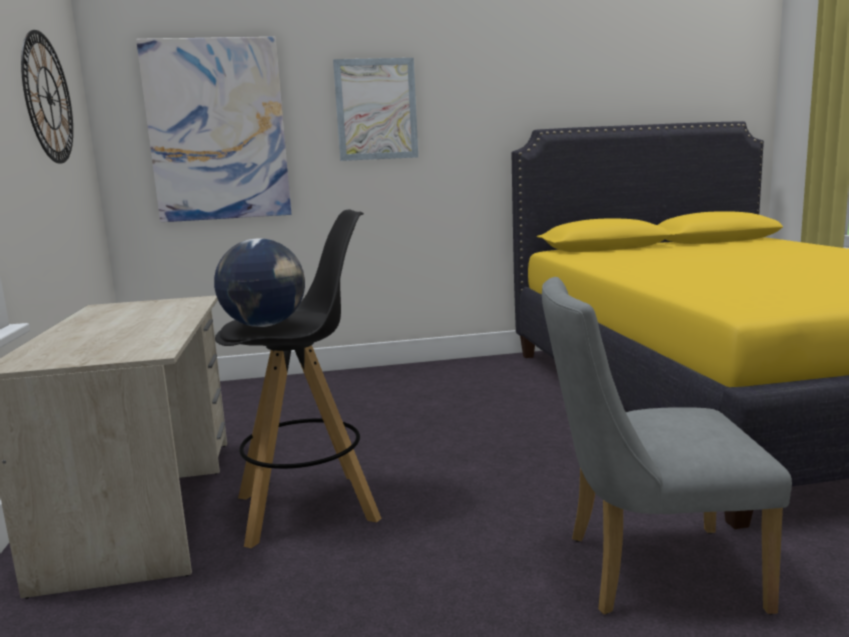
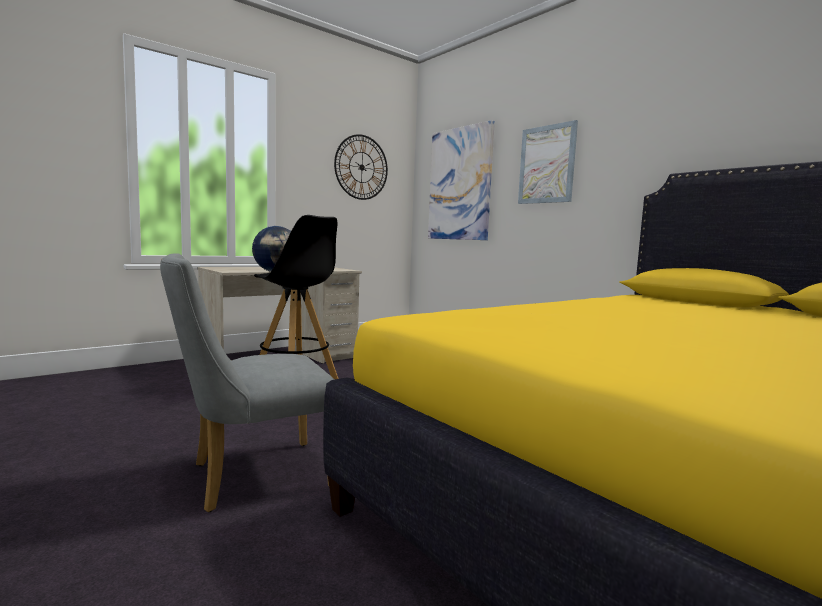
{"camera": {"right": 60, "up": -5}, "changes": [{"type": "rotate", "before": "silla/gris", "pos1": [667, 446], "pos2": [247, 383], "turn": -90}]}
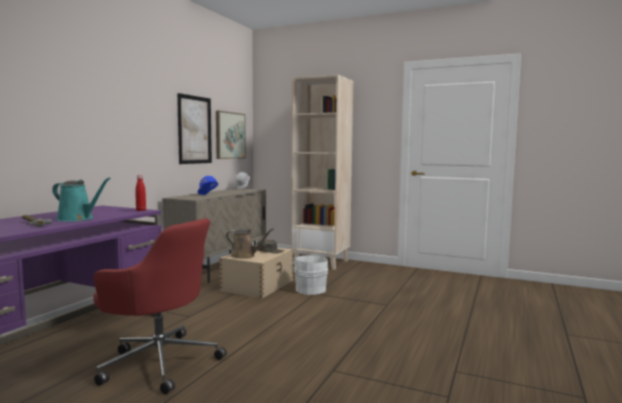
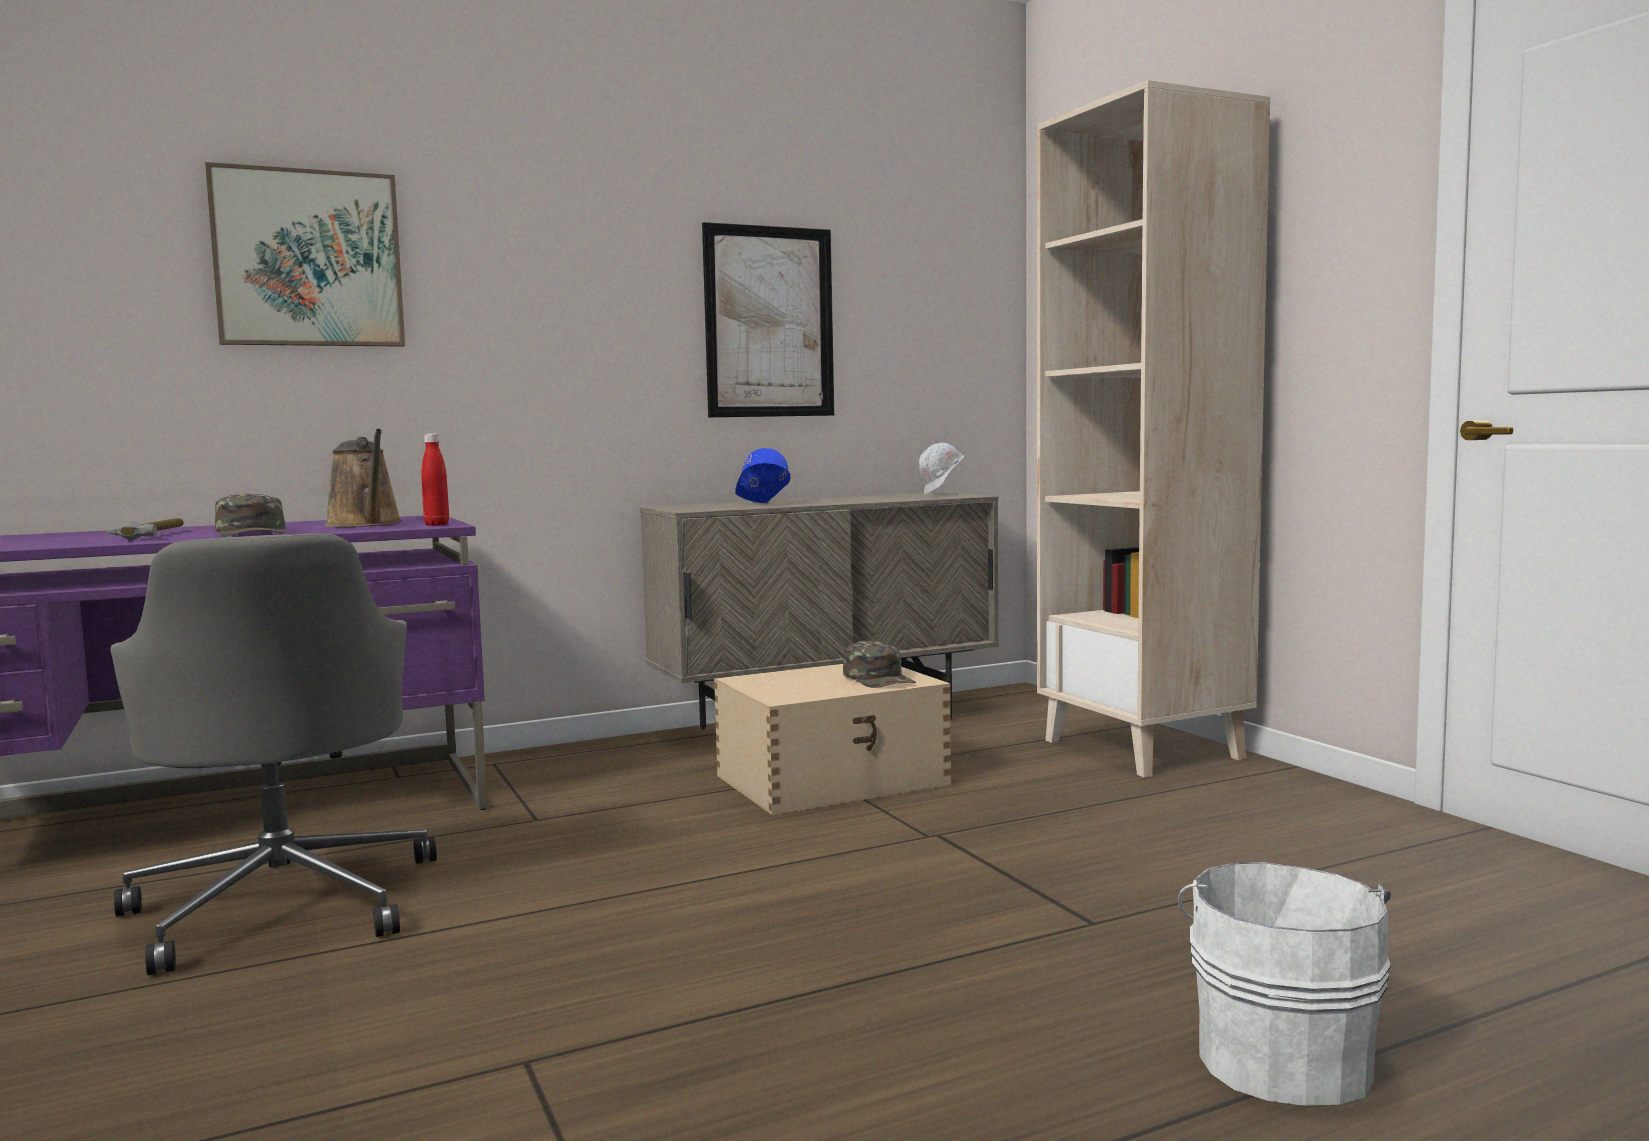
{"camera": {"right": 40, "up": 0}, "changes": [{"type": "replace", "before": "regadera/turquesa", "after": "gorra/verde", "pos1": [81, 199], "pos2": [251, 515]}, {"type": "recolor", "before": "silla de oficina/rojo", "after": "silla de oficina/gris", "pos1": [160, 306], "pos2": [274, 754]}, {"type": "move", "before": "cuadro", "pos1": [231, 135], "pos2": [305, 254]}, {"type": "move", "before": "regadera/marrón", "pos1": [250, 243], "pos2": [363, 477]}, {"type": "move", "before": "cubo/blanco", "pos1": [309, 275], "pos2": [1284, 984]}]}
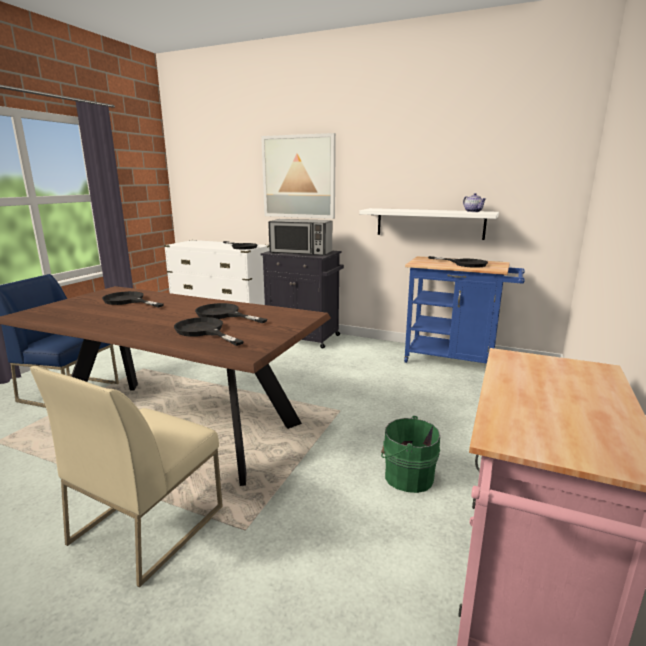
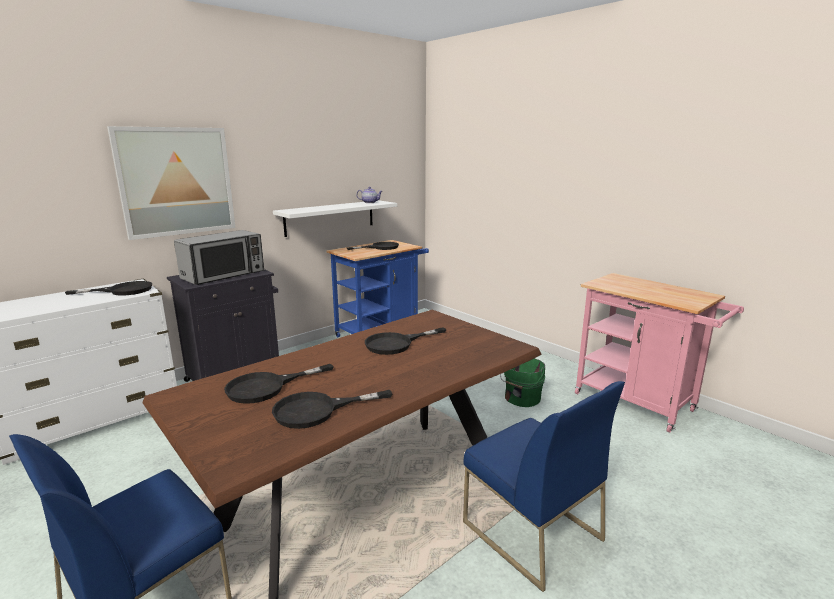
{"camera": {"right": -65, "up": 0}, "changes": [{"type": "recolor", "before": "silla/beis", "after": "silla/azul", "pos1": [126, 476], "pos2": [544, 486]}, {"type": "move", "before": "sartén/negro", "pos1": [209, 331], "pos2": [332, 409]}]}
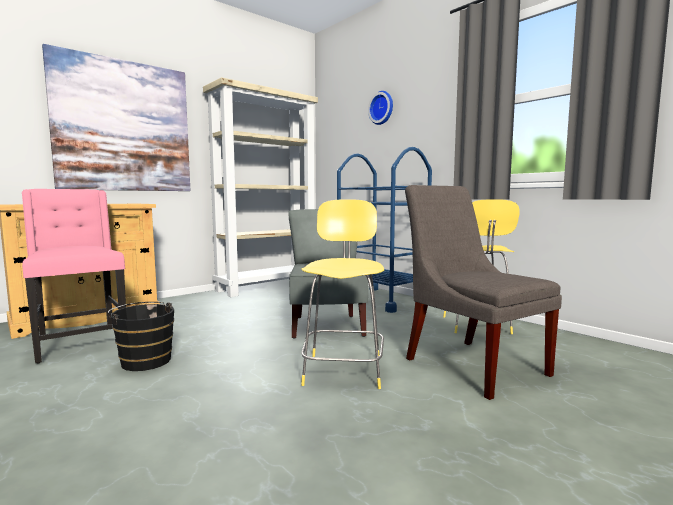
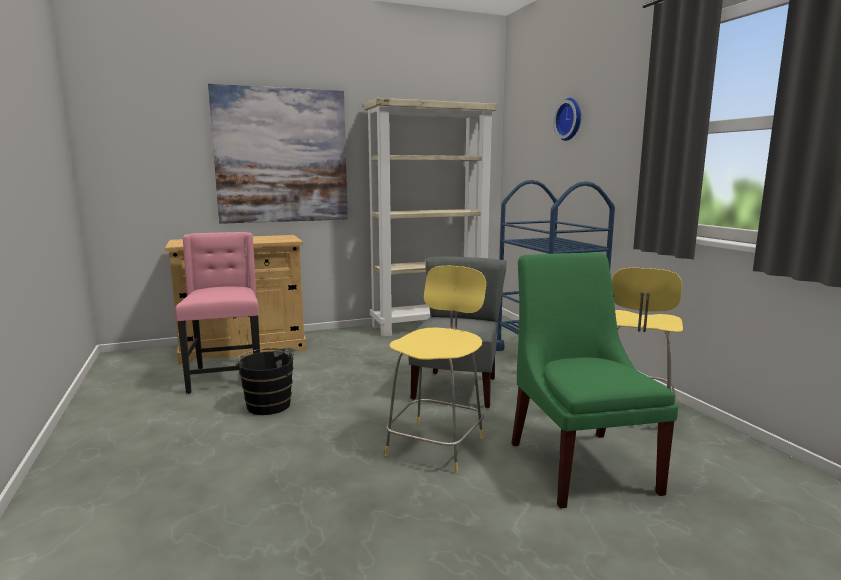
{"camera": {"right": 20, "up": 5}, "changes": [{"type": "recolor", "before": "silla/gris", "after": "silla/verde", "pos1": [483, 292], "pos2": [594, 381]}]}
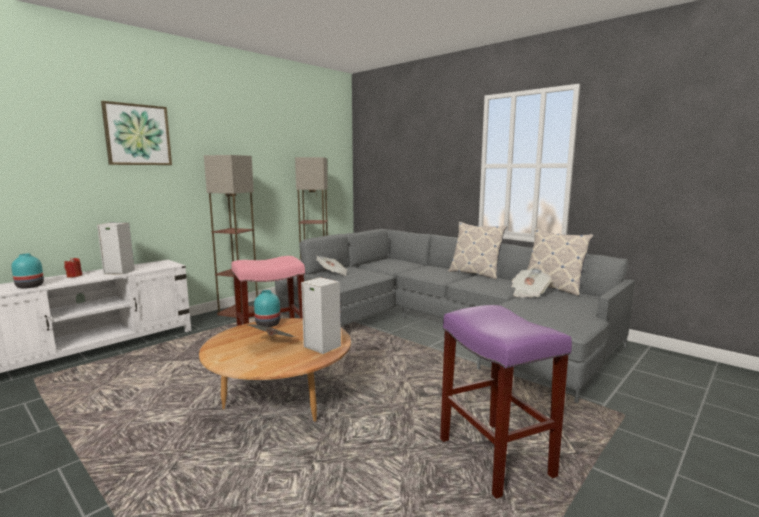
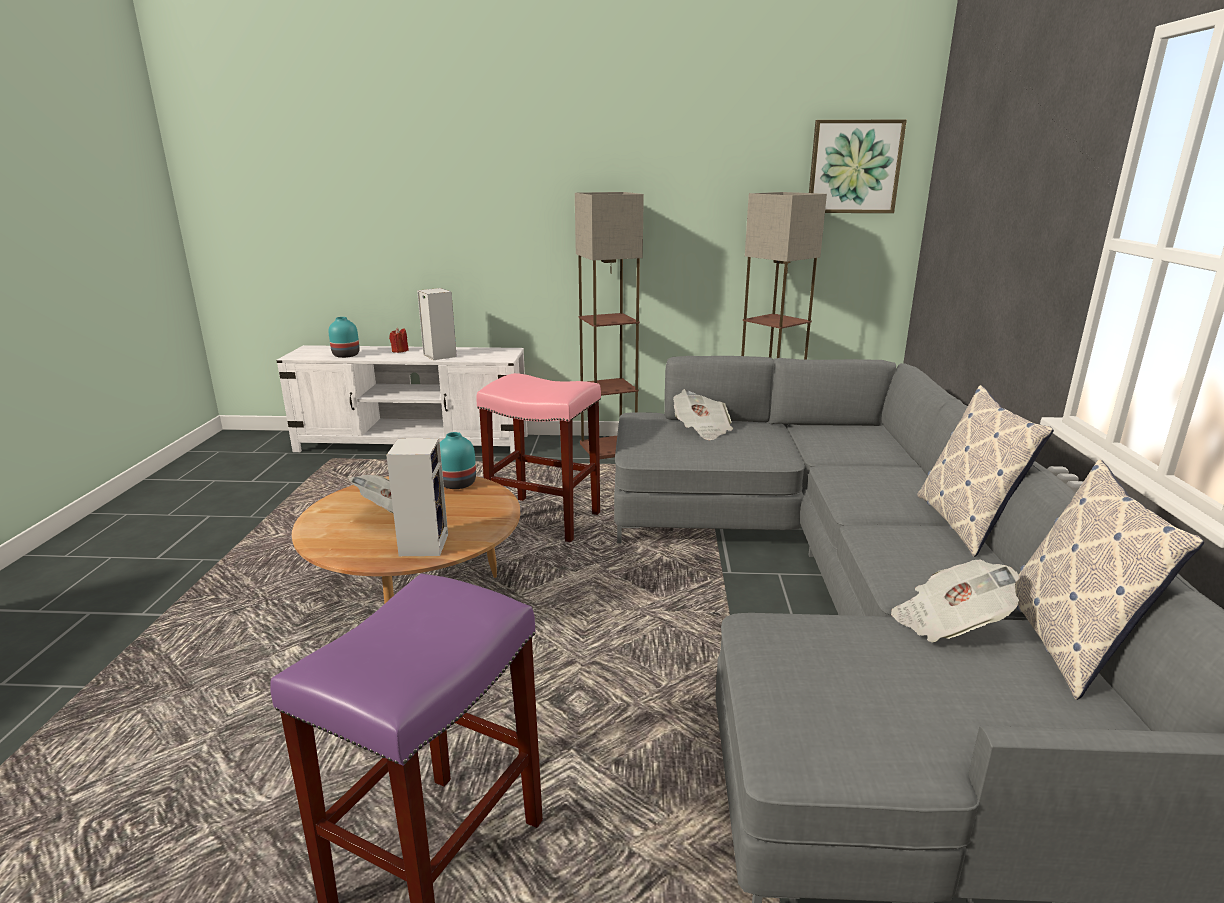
{"camera": {"right": 50, "up": 10}, "changes": [{"type": "move", "before": "cuadro", "pos1": [136, 133], "pos2": [858, 166]}]}
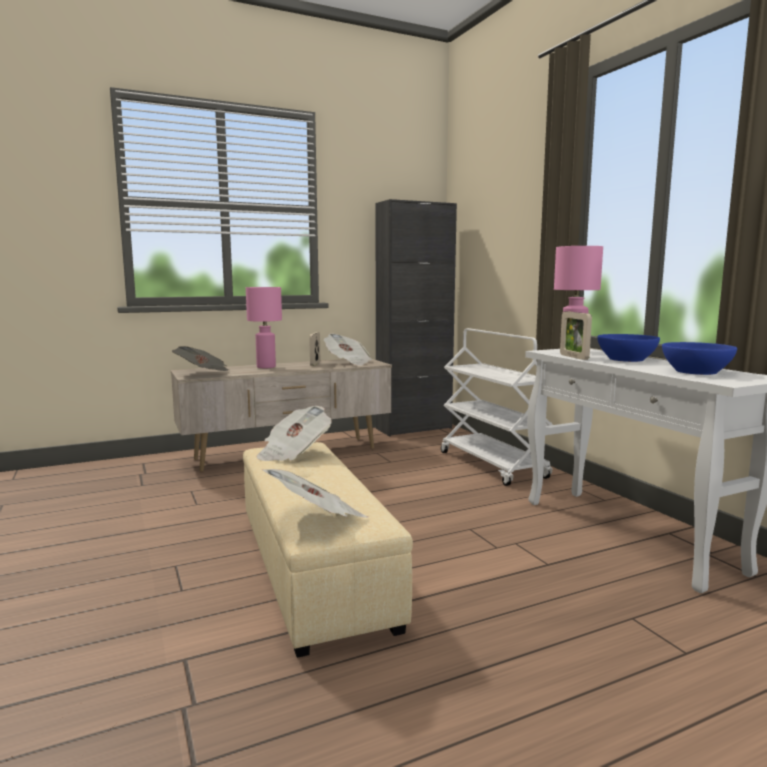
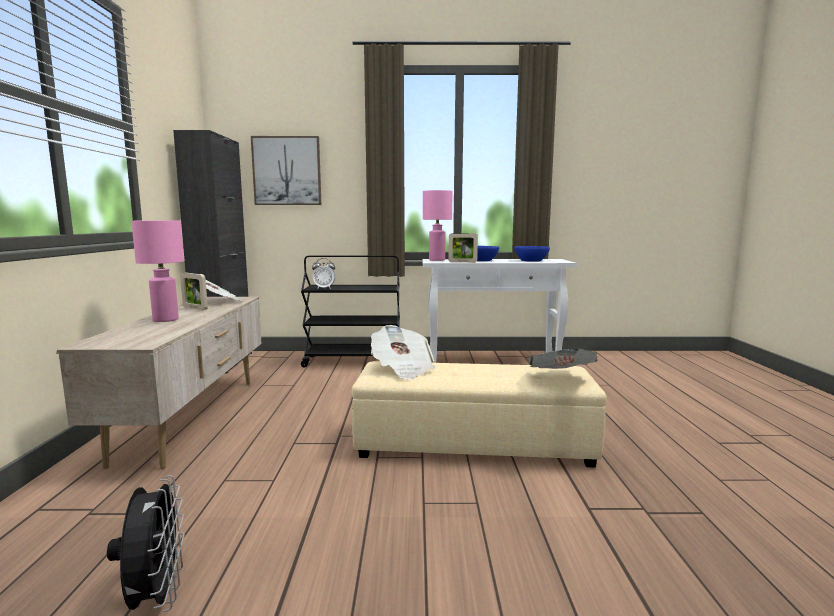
{"camera": {"right": -65, "up": 0}, "changes": [{"type": "delete", "before": "periódico", "pos1": [200, 358]}, {"type": "recolor", "before": "carrito/blanco", "after": "carrito/negro", "pos1": [497, 407], "pos2": [350, 311]}, {"type": "insert", "after": "ventilador/negro", "pos2": [146, 543]}, {"type": "insert", "after": "cuadro", "pos2": [286, 170]}, {"type": "insert", "after": "despertador", "pos2": [323, 273]}]}
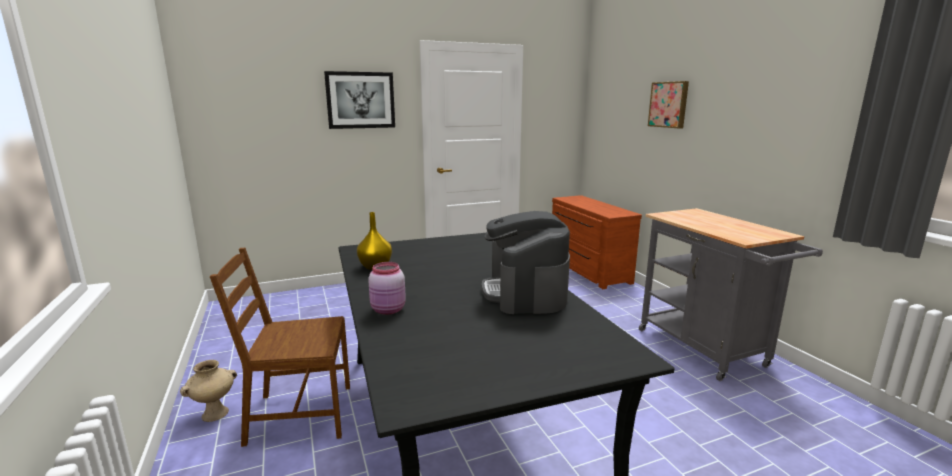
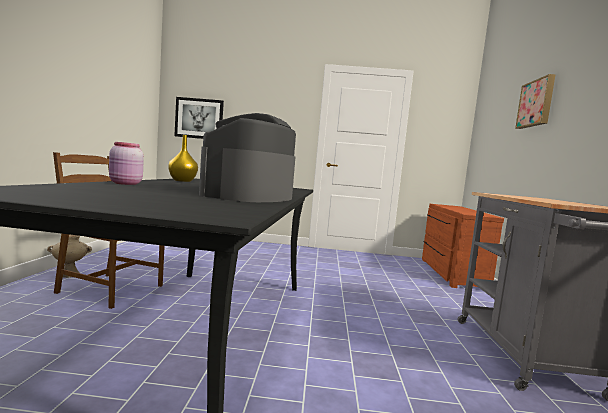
{"camera": {"right": 25, "up": -10}, "changes": [{"type": "move", "before": "cuadro", "pos1": [359, 100], "pos2": [199, 118]}]}
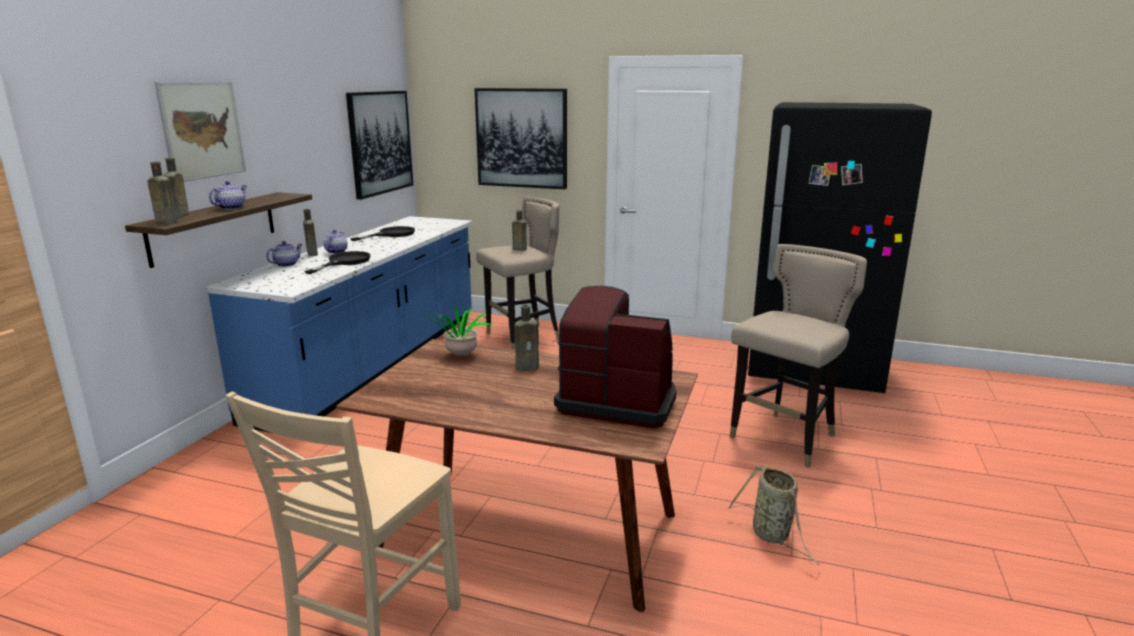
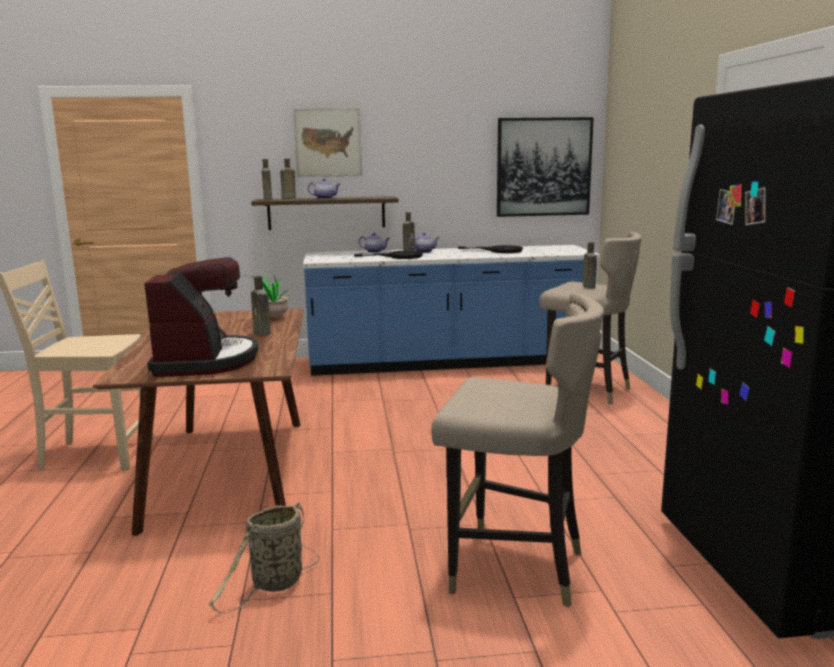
{"camera": {"right": 65, "up": -5}, "changes": [{"type": "delete", "before": "cuadro", "pos1": [520, 138]}]}
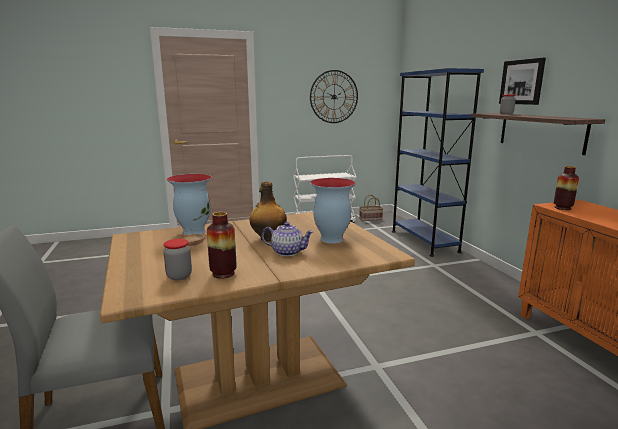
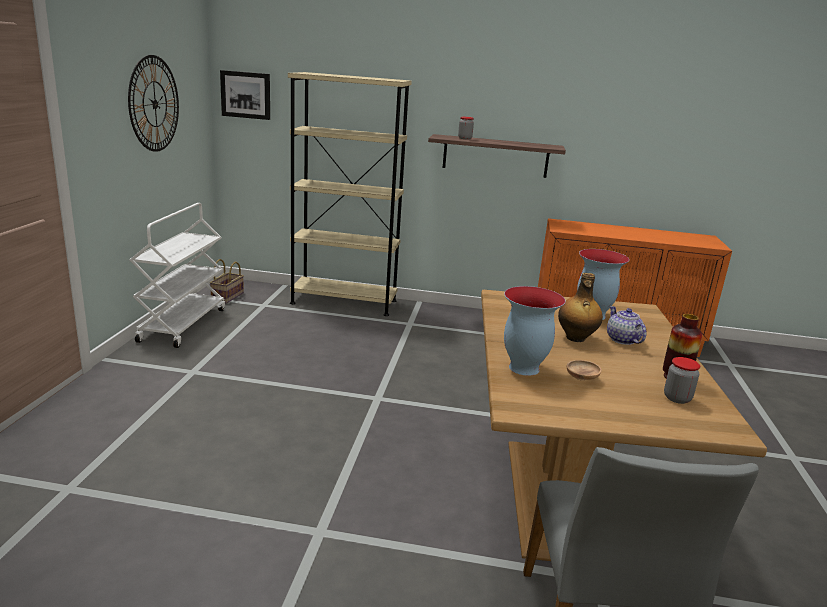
{"camera": {"right": -65, "up": 5}, "changes": [{"type": "rotate", "before": "tetera", "pos1": [287, 239], "pos2": [627, 325], "turn": -60}, {"type": "recolor", "before": "estantería/azul", "after": "estantería/beis", "pos1": [438, 162], "pos2": [350, 194]}, {"type": "move", "before": "cuadro", "pos1": [522, 81], "pos2": [245, 95]}, {"type": "delete", "before": "florero", "pos1": [566, 188]}]}
